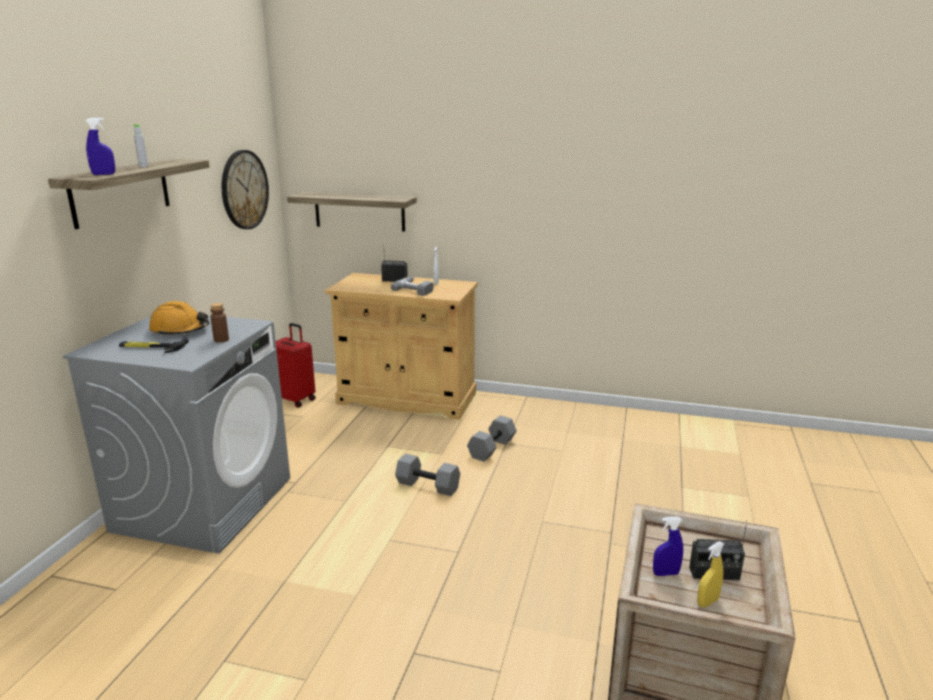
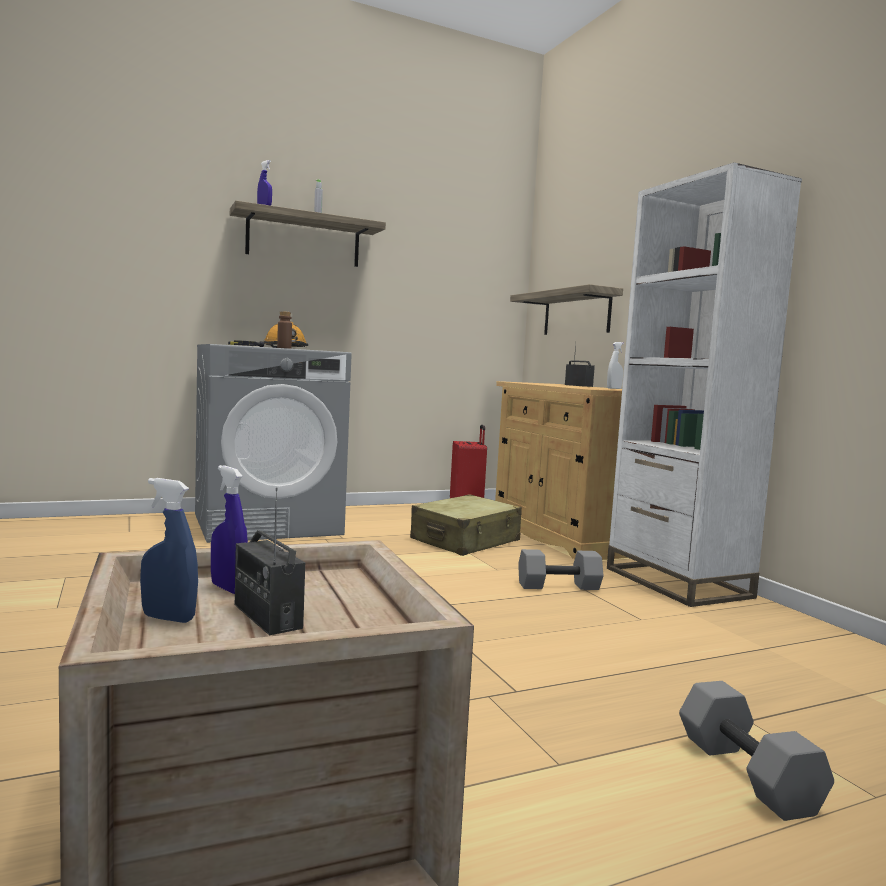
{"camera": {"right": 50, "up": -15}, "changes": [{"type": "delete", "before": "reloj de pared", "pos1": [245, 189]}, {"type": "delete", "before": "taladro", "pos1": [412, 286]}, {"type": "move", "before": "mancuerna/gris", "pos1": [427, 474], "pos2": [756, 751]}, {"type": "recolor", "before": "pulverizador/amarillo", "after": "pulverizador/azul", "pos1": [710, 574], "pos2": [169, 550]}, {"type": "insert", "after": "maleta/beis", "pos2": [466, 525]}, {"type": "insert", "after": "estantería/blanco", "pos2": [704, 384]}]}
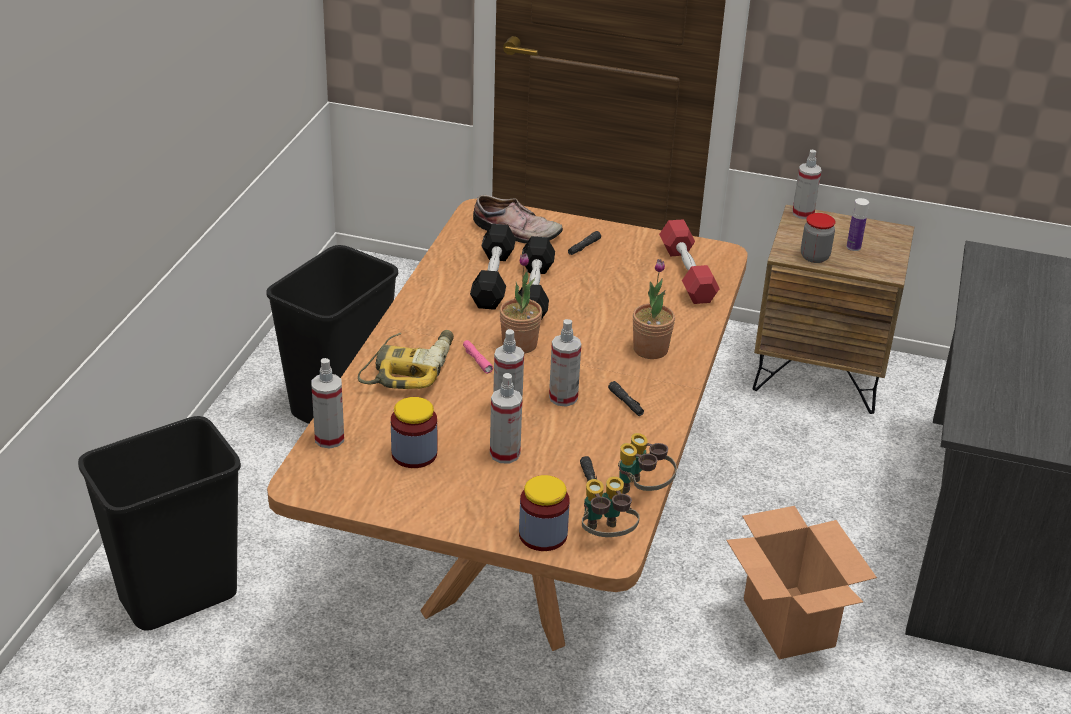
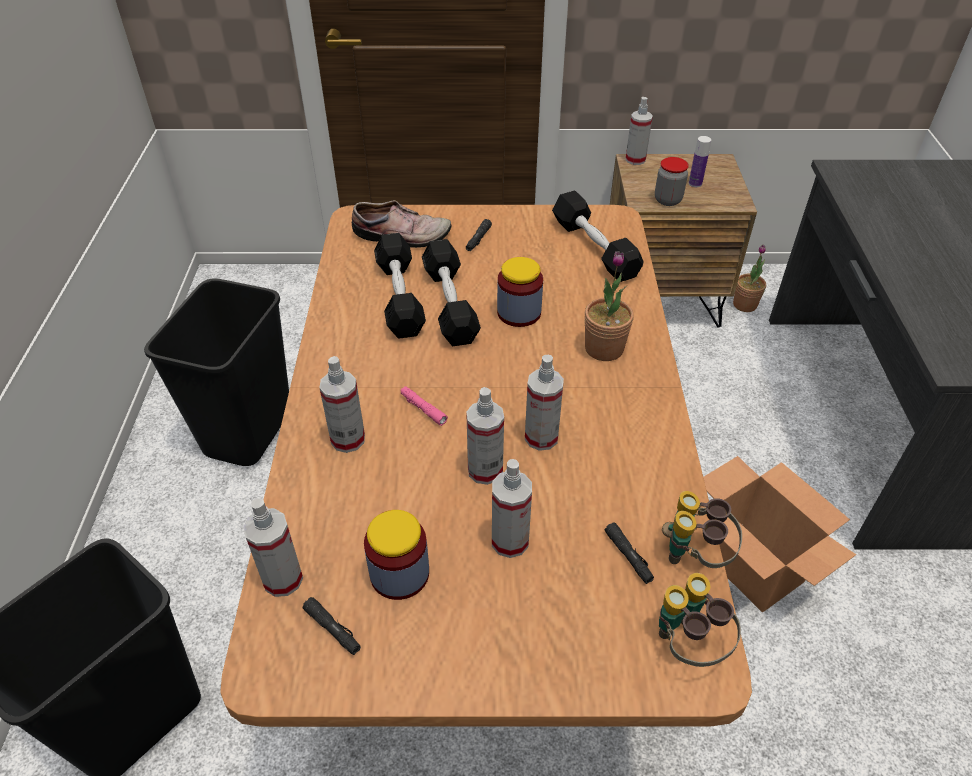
{"camera": {"right": -15, "up": 10}, "changes": [{"type": "replace", "before": "taladro", "after": "pulverizador", "pos1": [406, 359], "pos2": [342, 404]}, {"type": "move", "before": "planta en maceta", "pos1": [521, 303], "pos2": [749, 278]}, {"type": "move", "before": "tarro", "pos1": [544, 513], "pos2": [520, 292]}, {"type": "move", "before": "linterna/negro", "pos1": [626, 398], "pos2": [331, 626]}, {"type": "recolor", "before": "mancuerna/rojo", "after": "mancuerna/negro", "pos1": [689, 261], "pos2": [598, 236]}]}
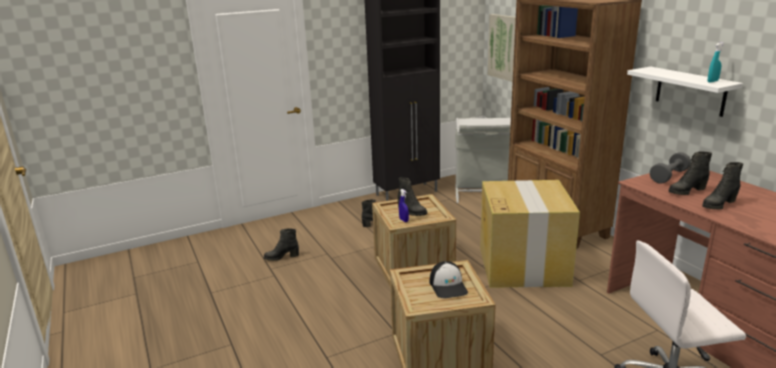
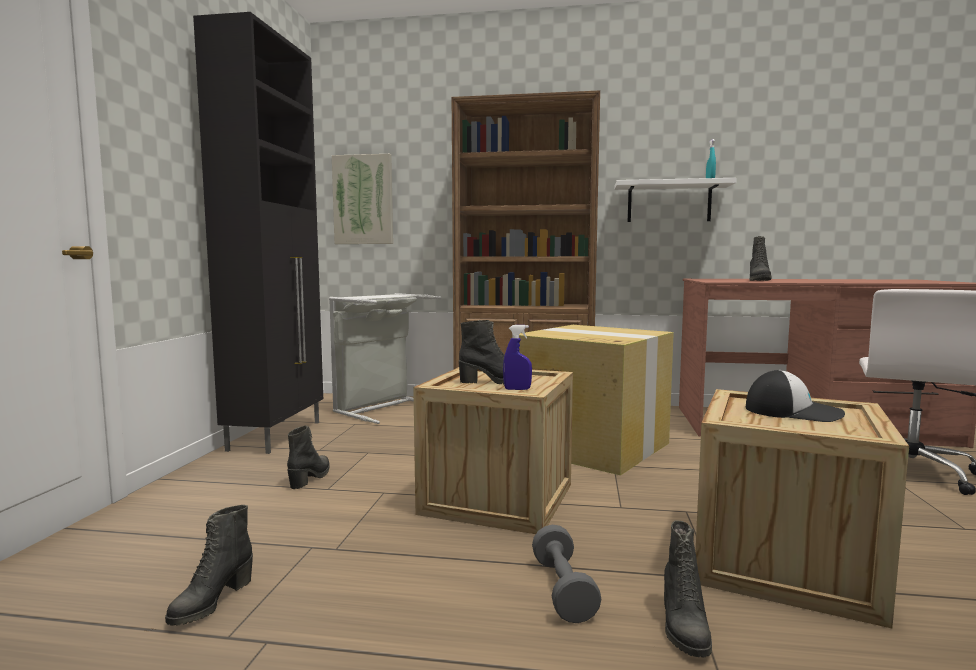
{"camera": {"right": -55, "up": -15}, "changes": [{"type": "move", "before": "mancuerna/gris", "pos1": [670, 168], "pos2": [566, 574]}, {"type": "move", "before": "bota/negro", "pos1": [722, 186], "pos2": [688, 589]}]}
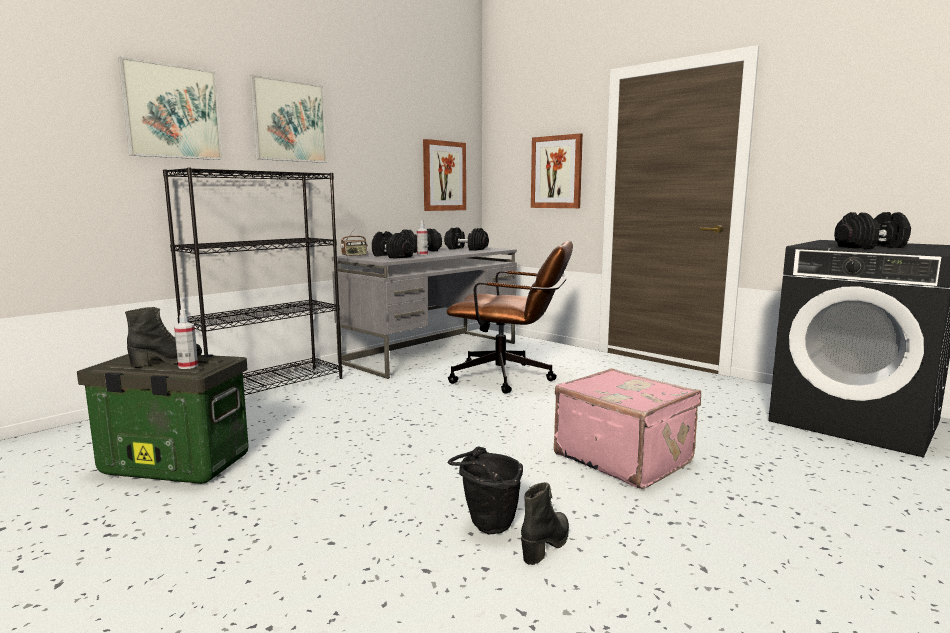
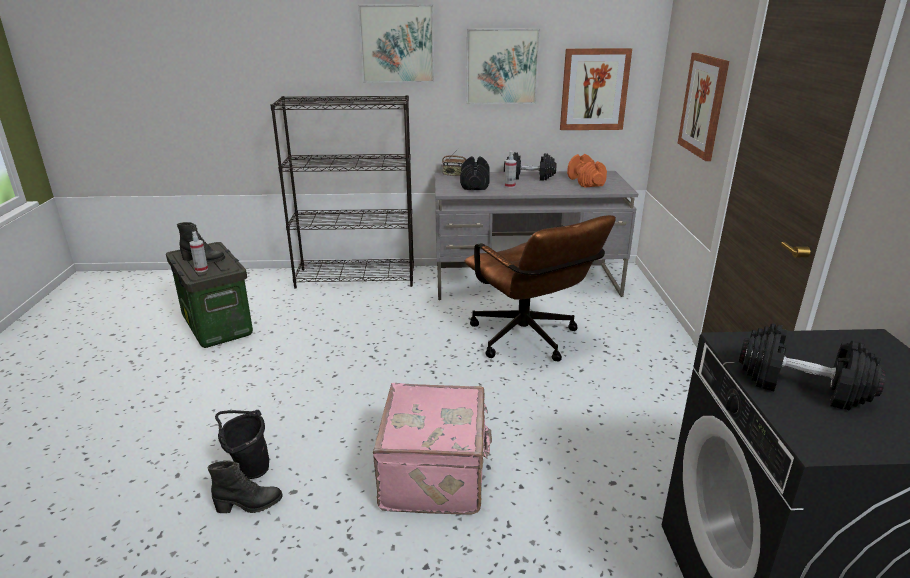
{"camera": {"right": 45, "up": 15}, "changes": [{"type": "move", "before": "cuadro", "pos1": [170, 108], "pos2": [503, 66]}, {"type": "recolor", "before": "mancuerna/negro", "after": "mancuerna/naranja", "pos1": [466, 239], "pos2": [587, 171]}]}
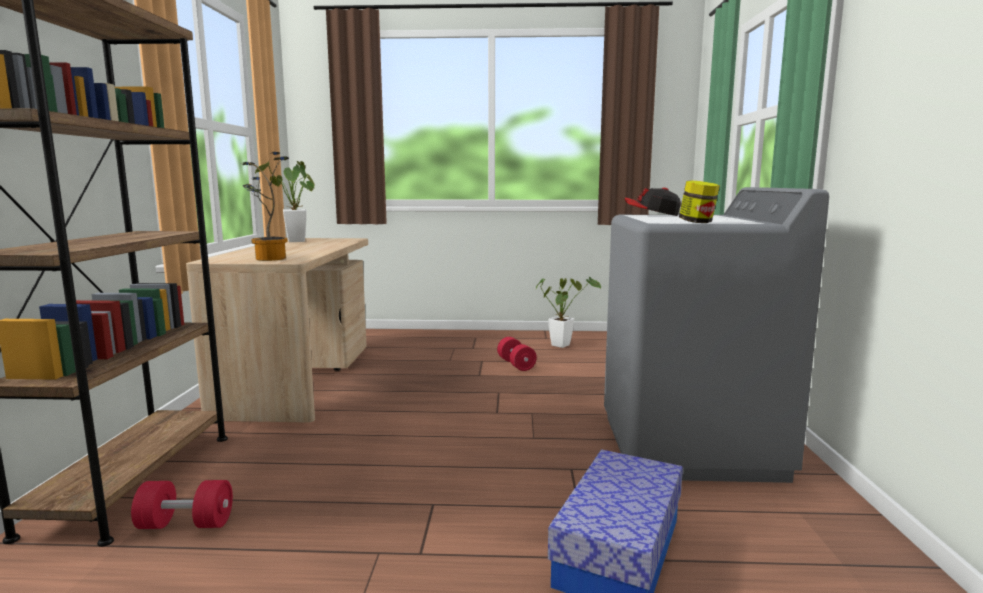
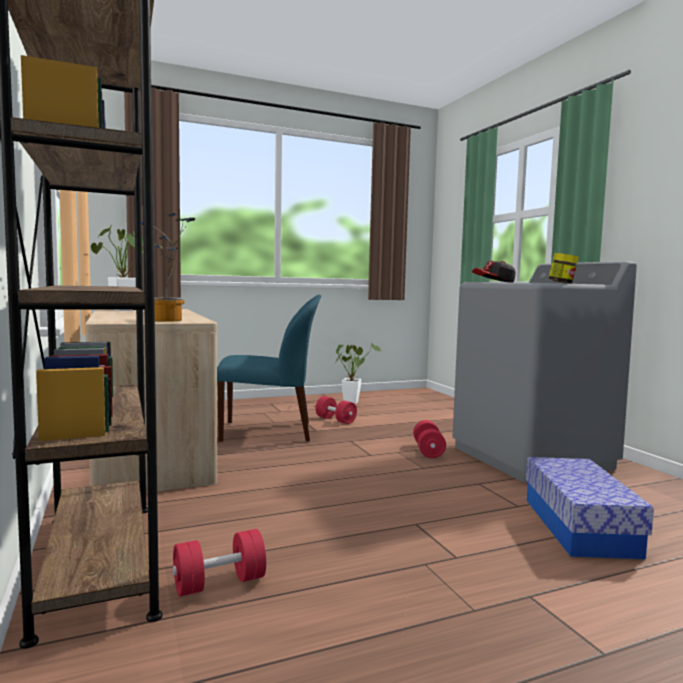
{"camera": {"right": -25, "up": -5}, "changes": [{"type": "insert", "after": "silla/azul", "pos2": [269, 368]}, {"type": "insert", "after": "mancuerna/rojo", "pos2": [429, 439]}]}
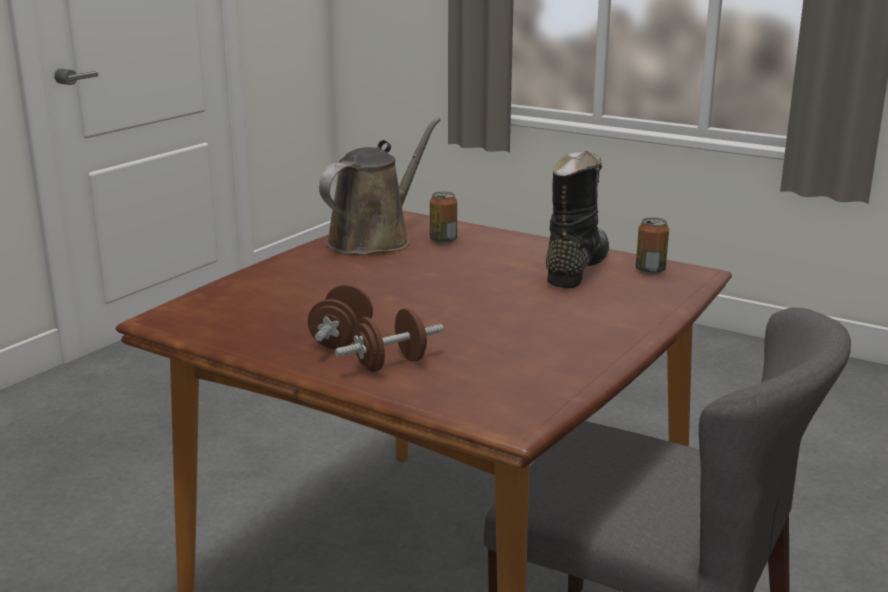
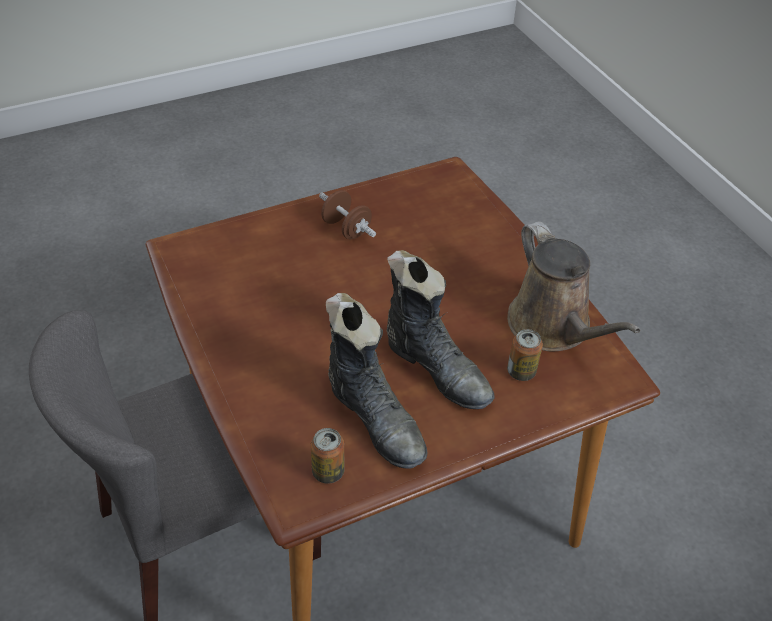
{"camera": {"right": 120, "up": 25}, "changes": [{"type": "delete", "before": "mancuerna/marrón", "pos1": [389, 340]}, {"type": "insert", "after": "bota/negro", "pos2": [440, 329]}]}
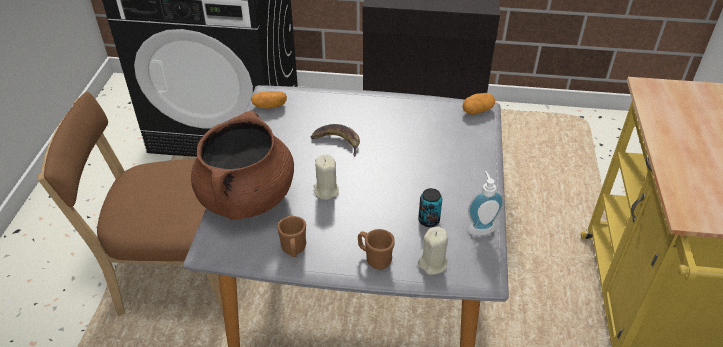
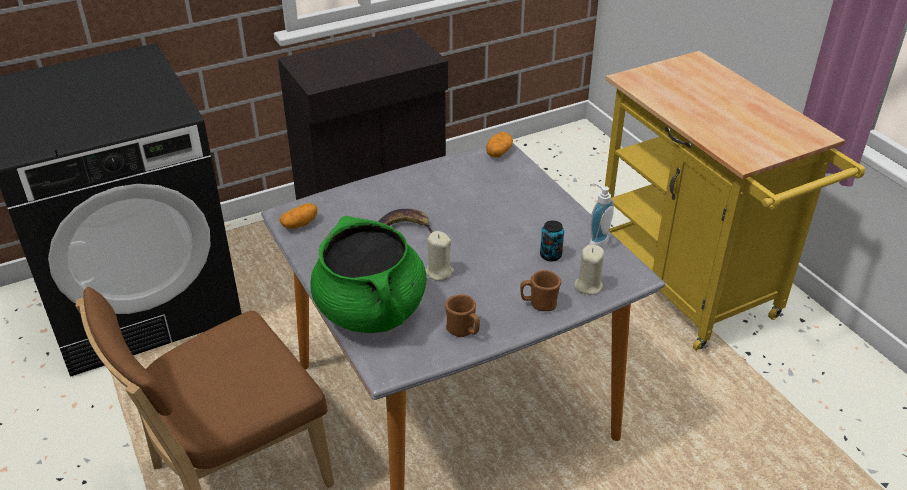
{"camera": {"right": -35, "up": -5}, "changes": [{"type": "recolor", "before": "olla/marrón", "after": "olla/verde", "pos1": [242, 165], "pos2": [368, 274]}]}
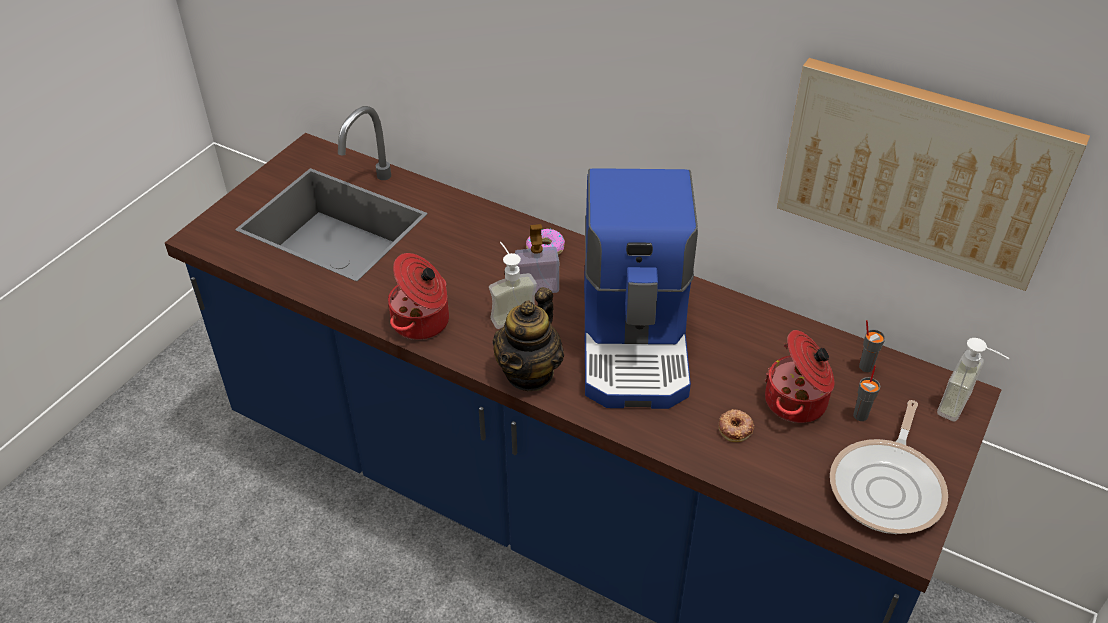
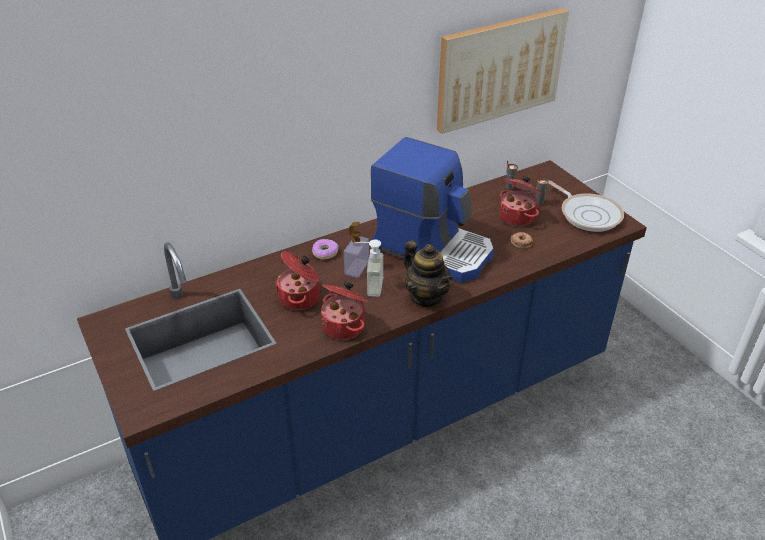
{"camera": {"right": -60, "up": -5}, "changes": [{"type": "delete", "before": "dispensador de jabón", "pos1": [973, 380]}, {"type": "insert", "after": "olla", "pos2": [297, 281]}]}
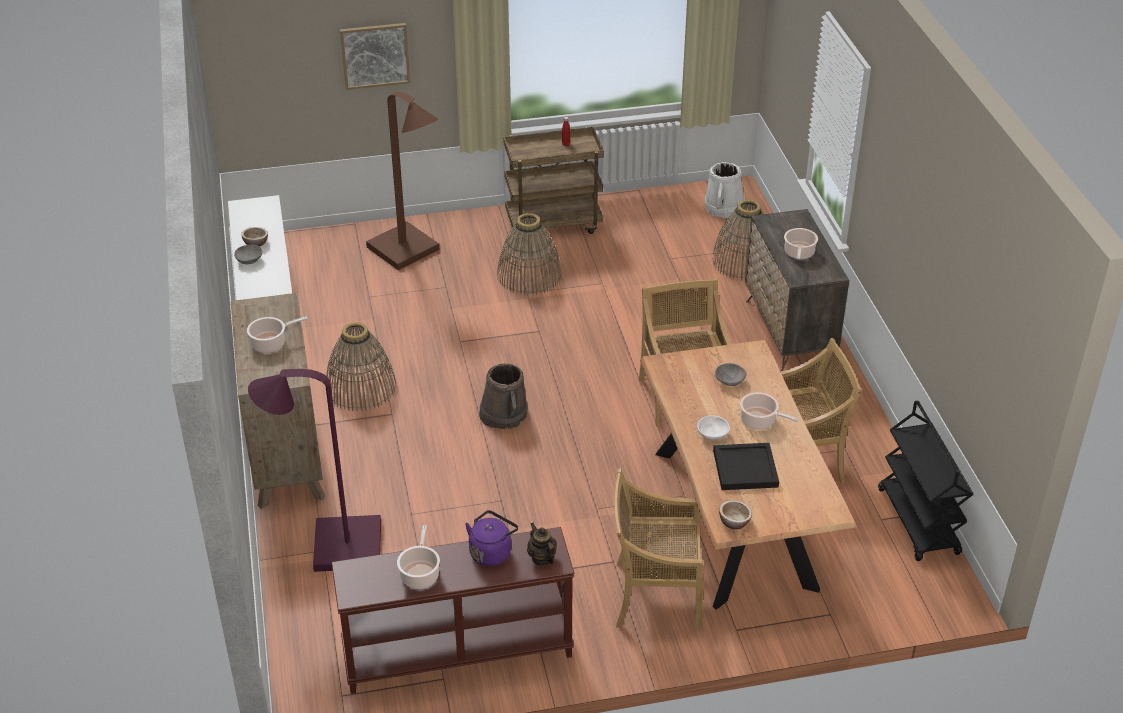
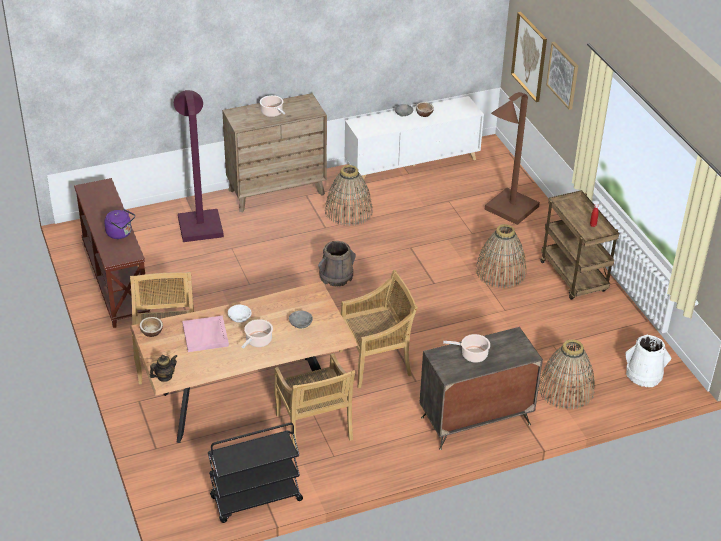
{"camera": {"right": 80, "up": 0}, "changes": [{"type": "delete", "before": "olla", "pos1": [418, 557]}, {"type": "move", "before": "tetera", "pos1": [542, 544], "pos2": [163, 368]}, {"type": "recolor", "before": "bandeja/negro", "after": "bandeja/rosa", "pos1": [746, 466], "pos2": [205, 334]}, {"type": "insert", "after": "cuadro", "pos2": [529, 57]}]}
